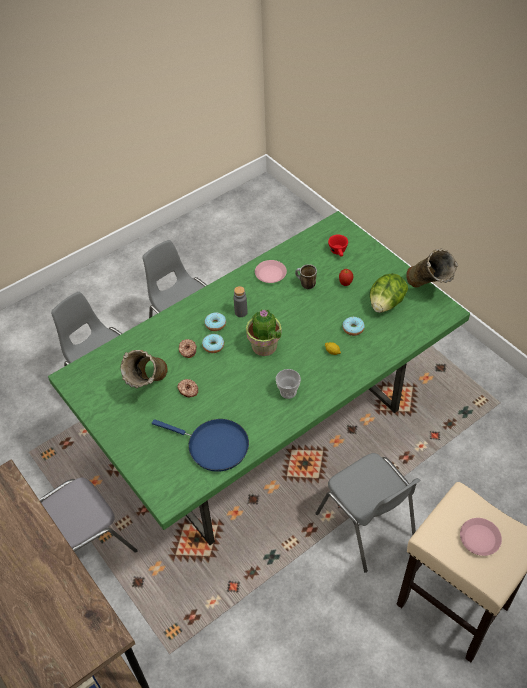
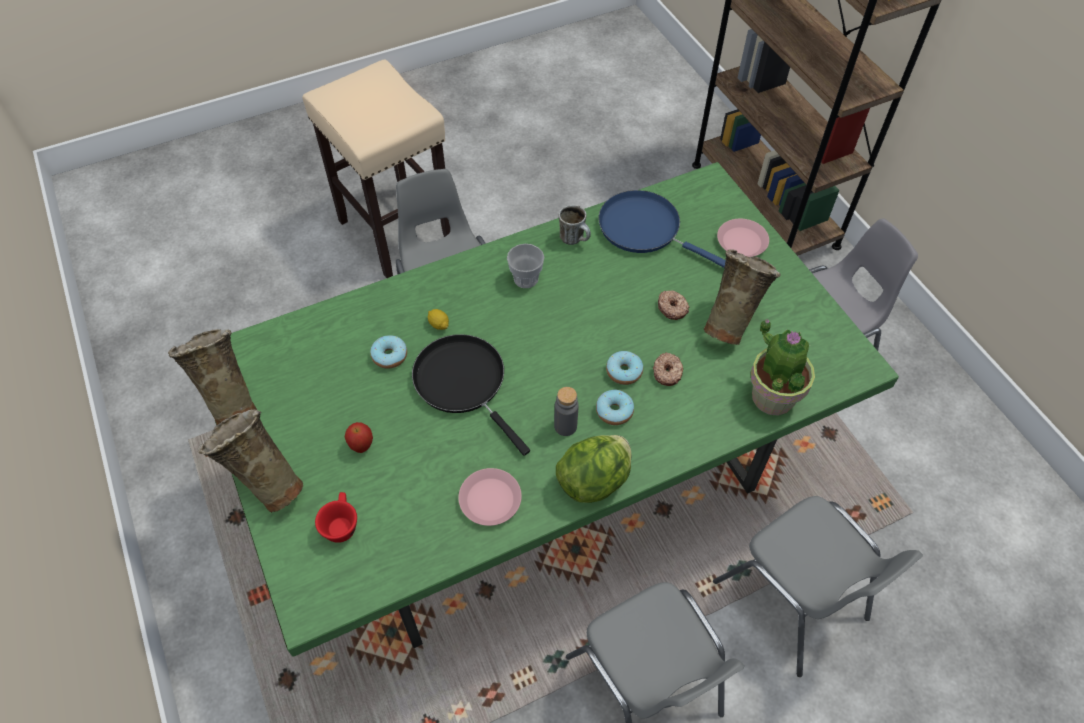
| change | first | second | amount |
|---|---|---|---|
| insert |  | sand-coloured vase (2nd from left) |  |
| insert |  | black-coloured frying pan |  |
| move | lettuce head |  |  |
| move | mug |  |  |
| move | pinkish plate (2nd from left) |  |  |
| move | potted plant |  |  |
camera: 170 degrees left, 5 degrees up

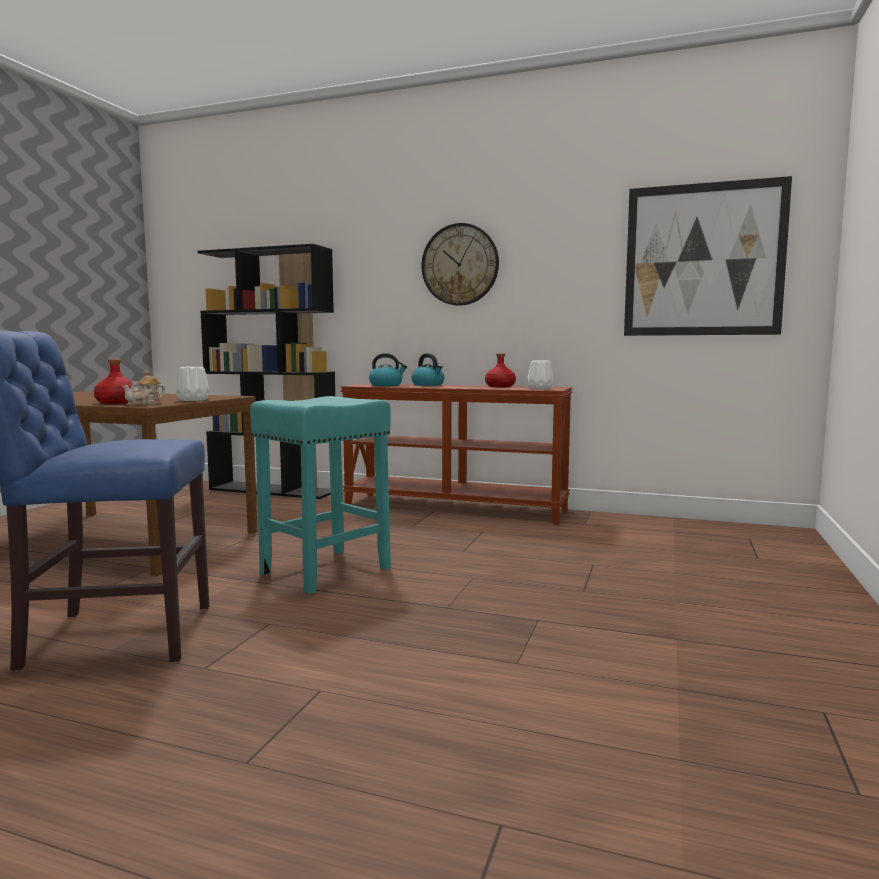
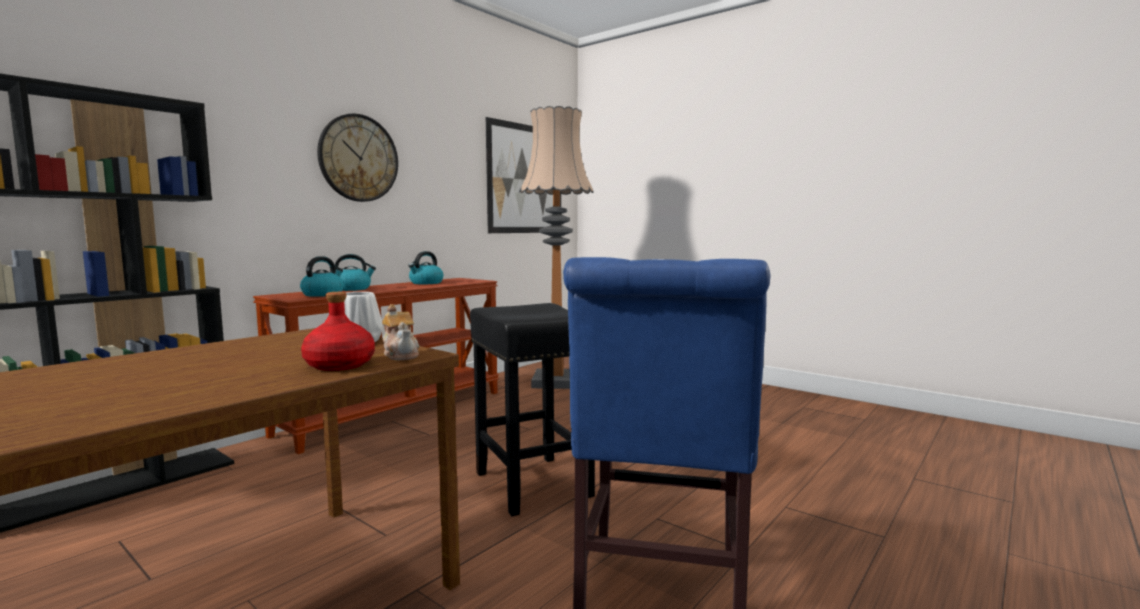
| change | first | second | amount |
|---|---|---|---|
| replace | reddish bottle (2nd from left) | water kettle (3rd from left) |  |
| recolor | blue-green sitting stool | black-coloured sitting stool |  |
| insert |  | floor lamp |  |
| delete | white-coloured vase (2nd from left) |  |  |
camera: 70 degrees left, 0 degrees up

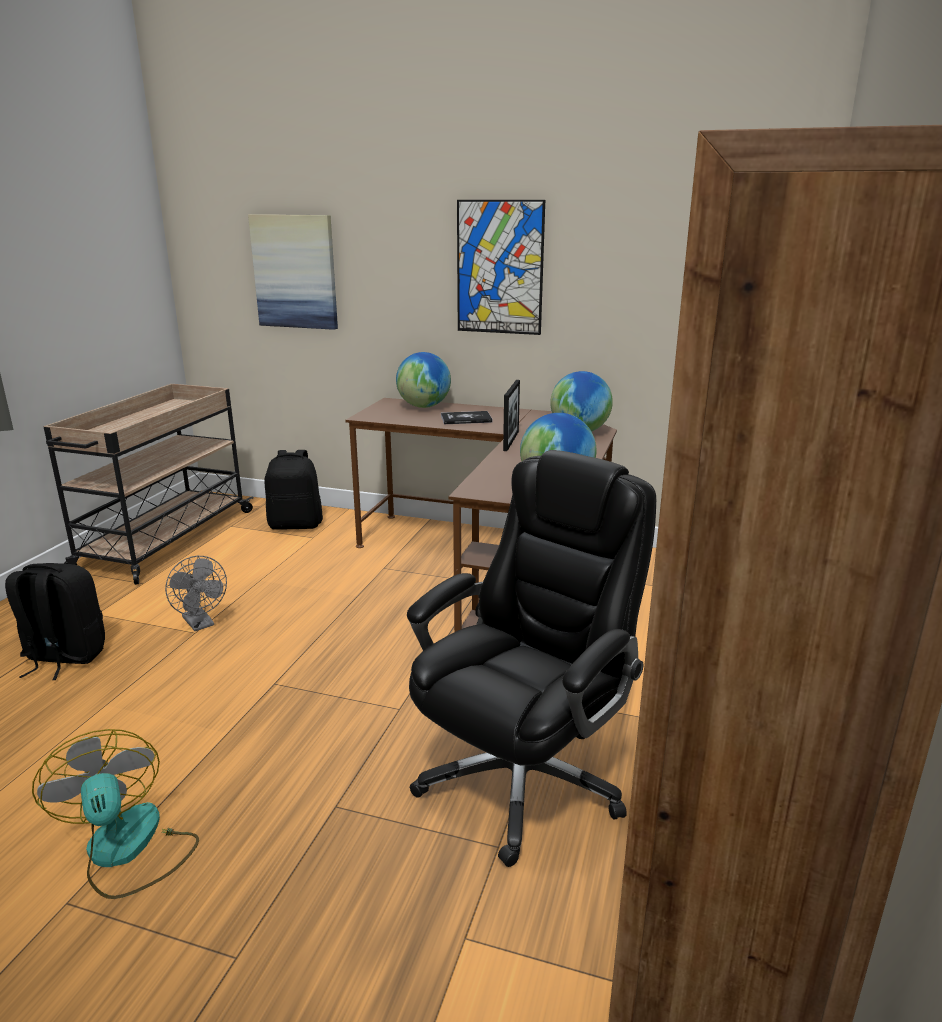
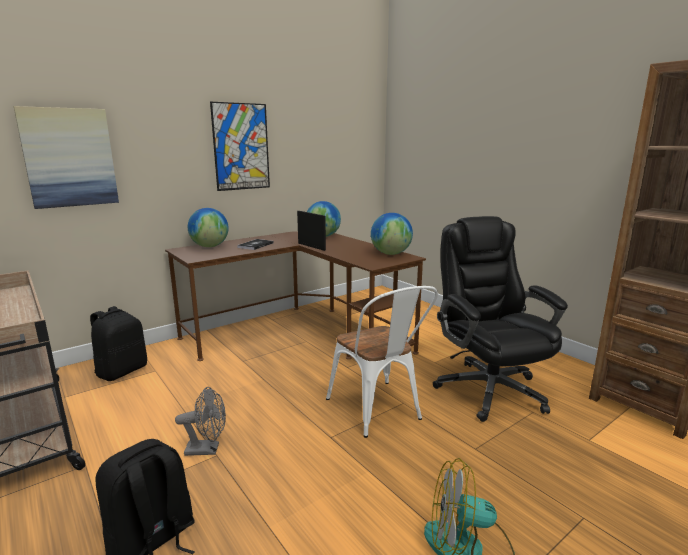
| change | first | second | amount |
|---|---|---|---|
| insert |  | white-coloured upright chair |  |
camera: 55 degrees left, 5 degrees down

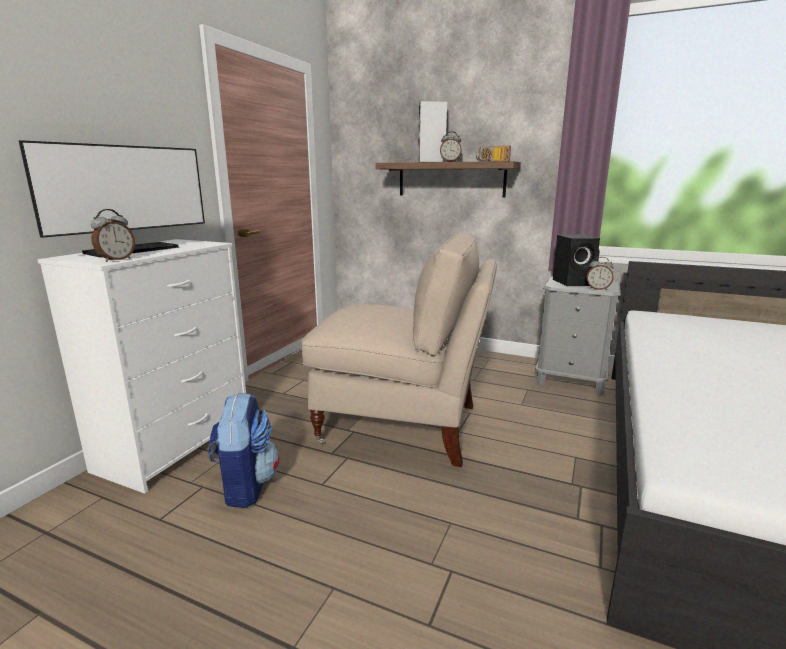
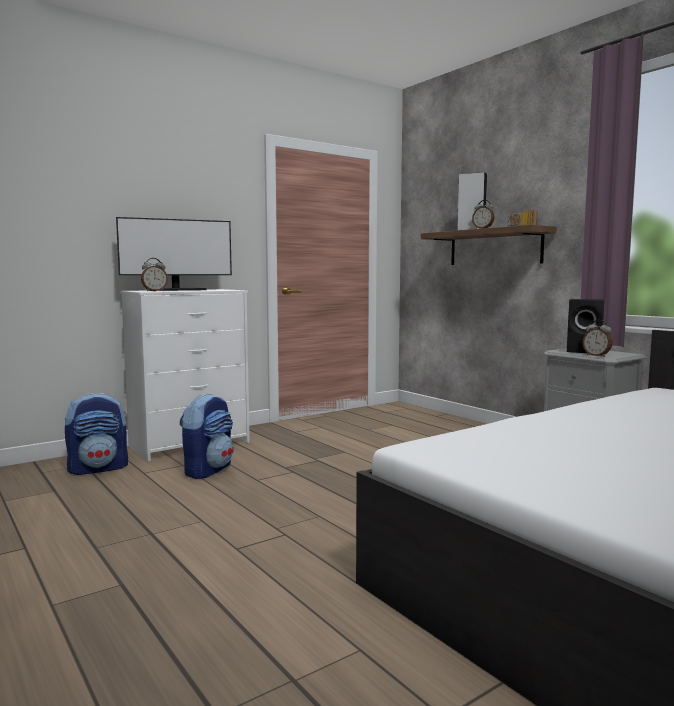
| change | first | second | amount |
|---|---|---|---|
| insert |  | backpack (1st from left) |  |
| delete | sand-coloured upright chair |  |  |
camera: 30 degrees right, 10 degrees down

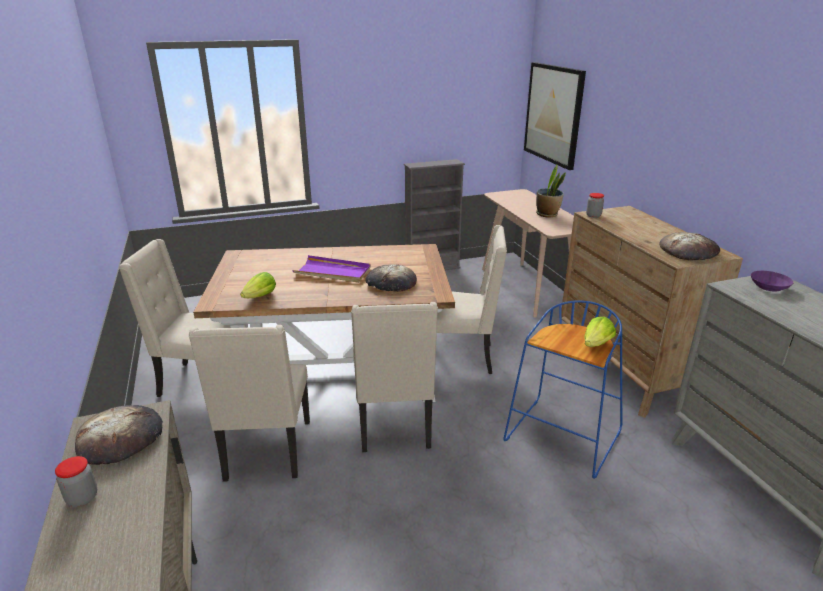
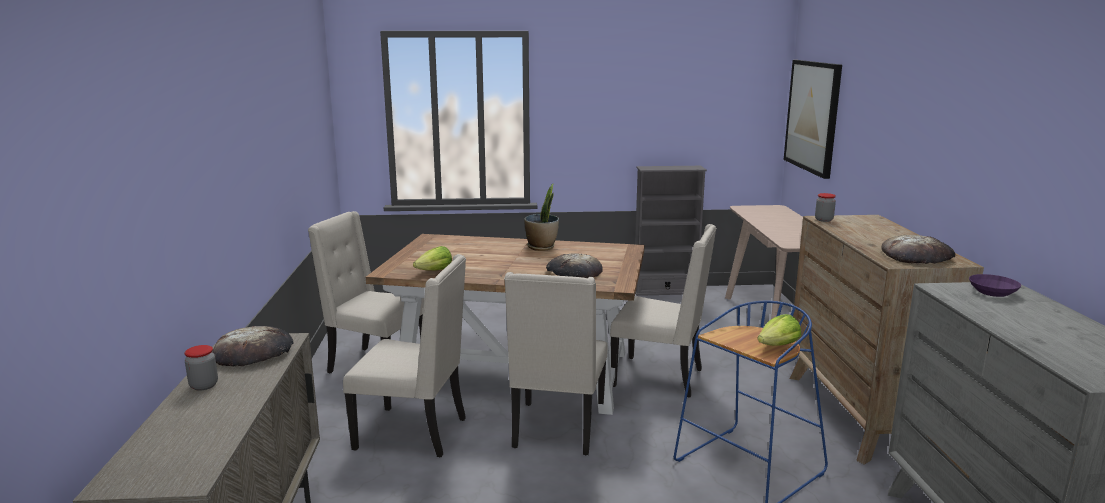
| change | first | second | amount |
|---|---|---|---|
| rotate | sand-coloured upright chair (2nd from left) |  | 90 degrees counterclockwise |
| move | potted plant |  |  |
| delete | purple-coloured carrying tray |  |  |
camera: 15 degrees right, 10 degrees down

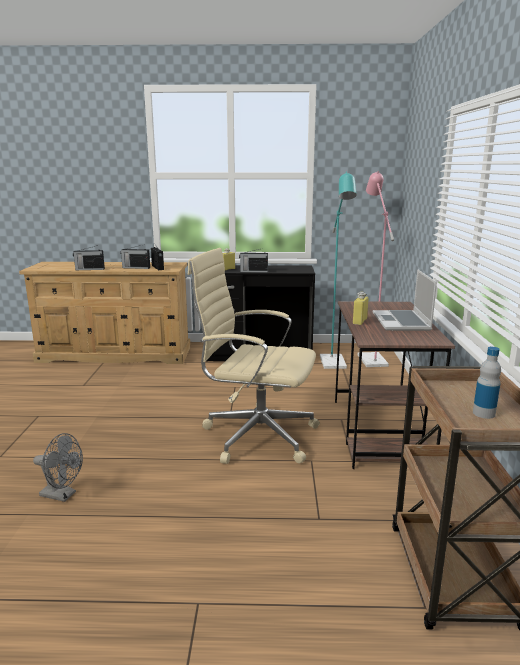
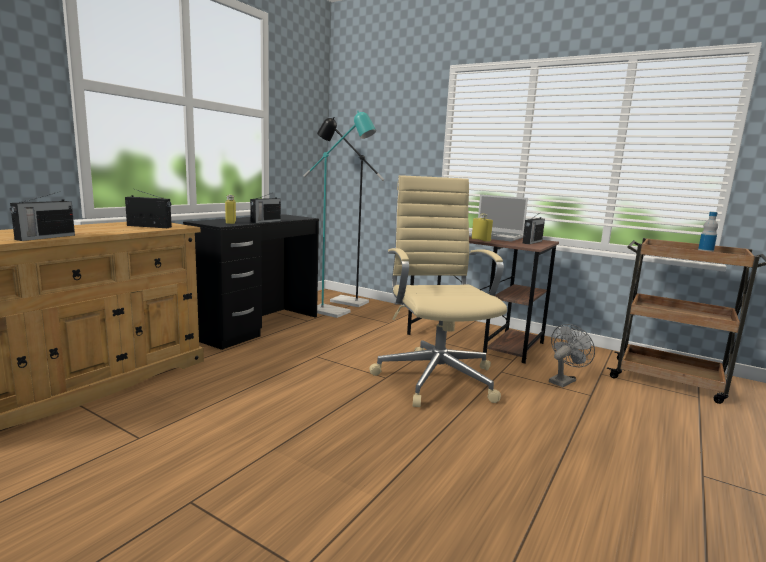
| change | first | second | amount |
|---|---|---|---|
| recolor | pinkish floor lamp | black-coloured floor lamp |  |
| rotate | sand-coloured desk chair |  | 120 degrees clockwise |
| move | radio receiver (2nd from left in the first image) | radio receiver (4th from left) |  |
| move | greyish cooling fan |  |  |
camera: 60 degrees left, 5 degrees down

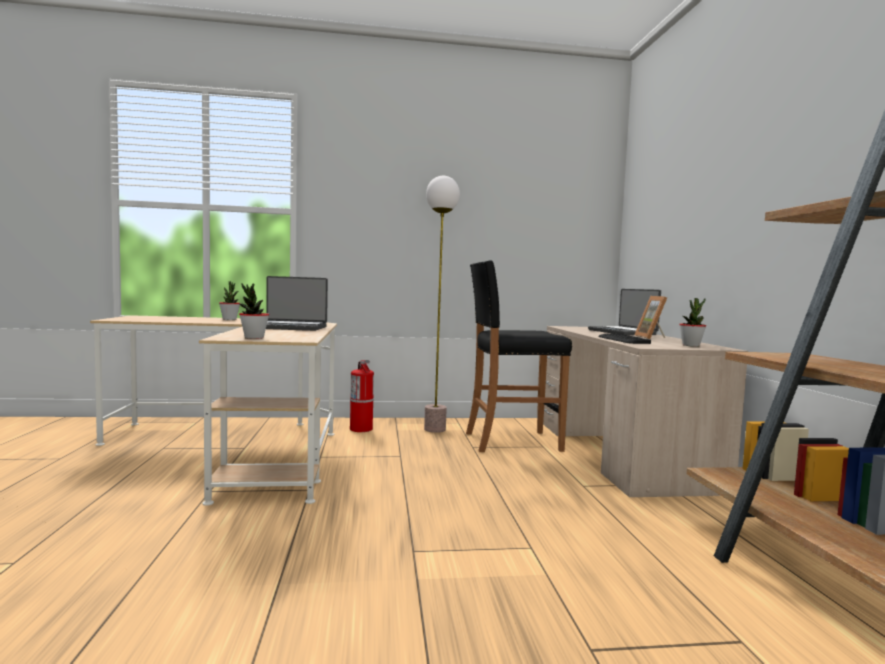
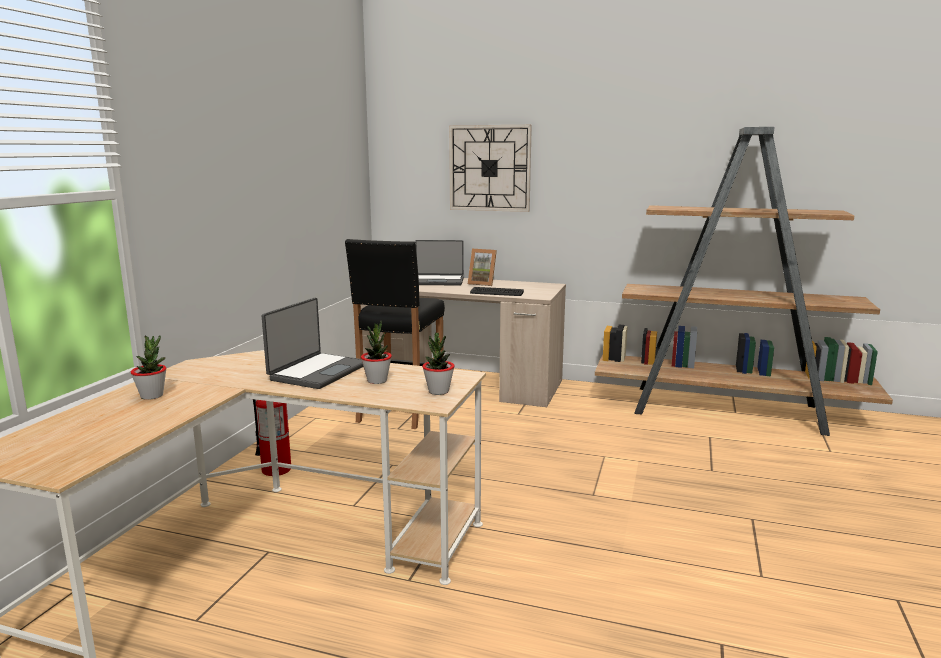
| change | first | second | amount |
|---|---|---|---|
| move | potted plant (3rd from left in the first image) | potted plant (2nd from left) |  |
| insert |  | wall clock |  |
| delete | floor lamp |  |  |
camera: 65 degrees left, 10 degrees up

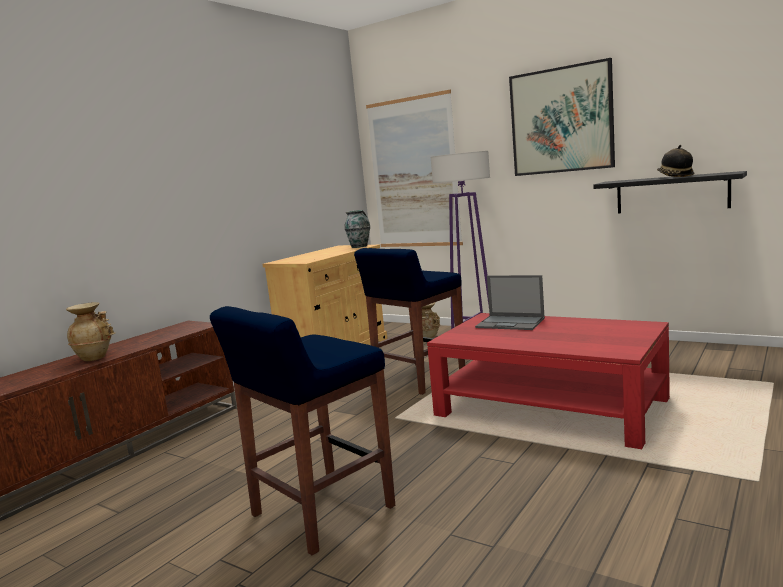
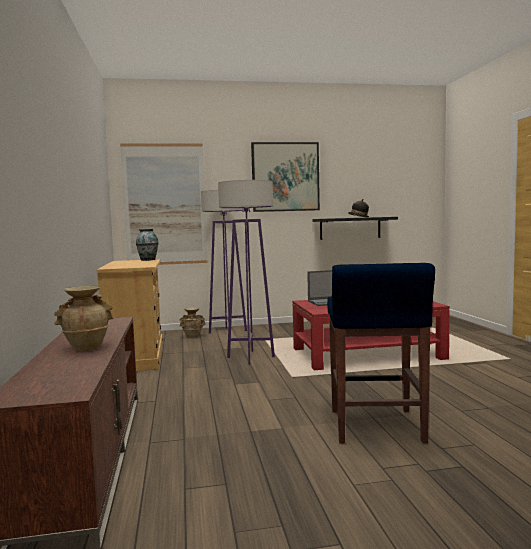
| change | first | second | amount |
|---|---|---|---|
| replace | bluish sitting stool (2nd from left) | purple-coloured floor lamp (2nd from left) |  |
camera: 45 degrees left, 5 degrees down

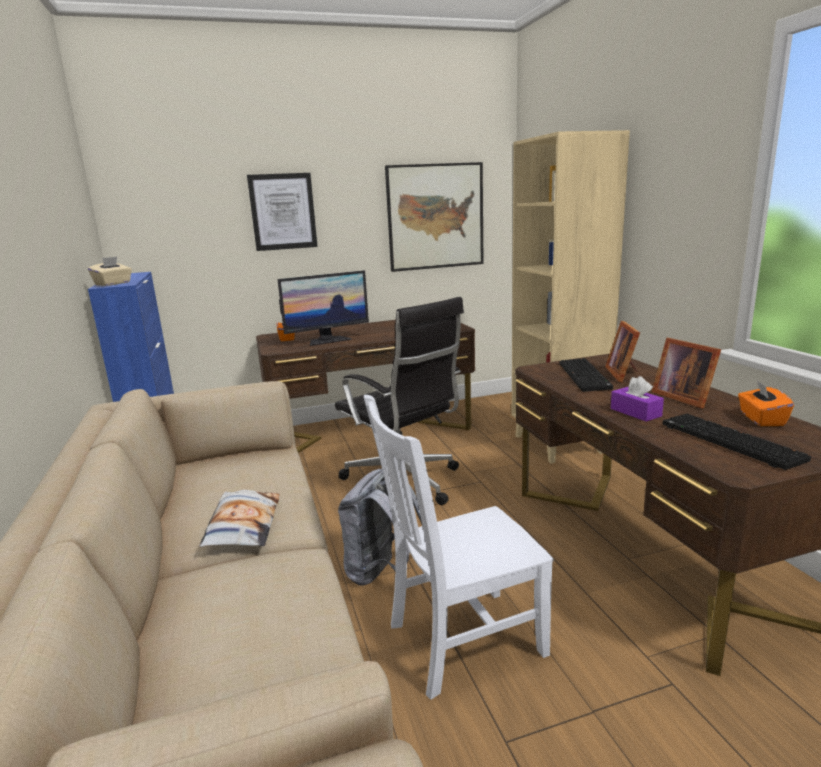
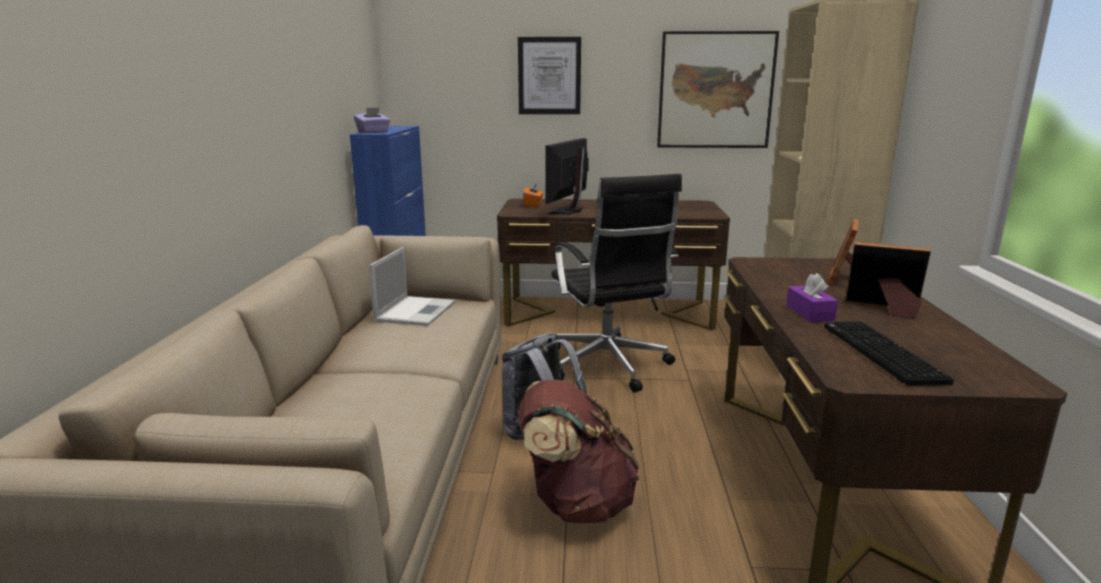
| change | first | second | amount |
|---|---|---|---|
| recolor | sand-coloured tissue box | purple-coloured tissue box (1st from left) |  |
| insert |  | notebook computer |  |
| replace | white-coloured upright chair | brownish backpack |  |
| rotate | monitor |  | 120 degrees clockwise |
| rotate | standing frame (2nd from left) |  | 120 degrees clockwise |
| delete | pillow |  |  |
| delete | PC keyboard (1st from left) |  |  |
| delete | orangey tissue box (2nd from left) |  |  |
camera: 20 degrees right, 0 degrees up

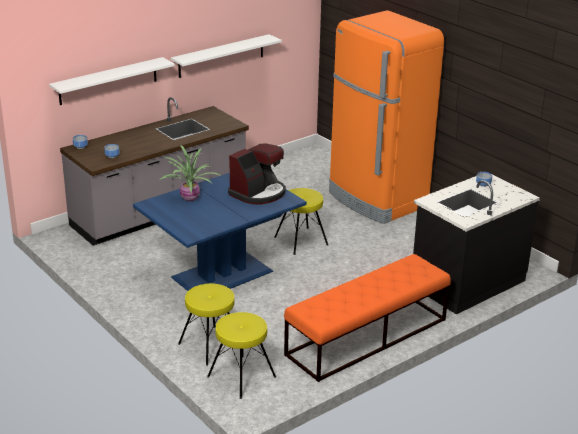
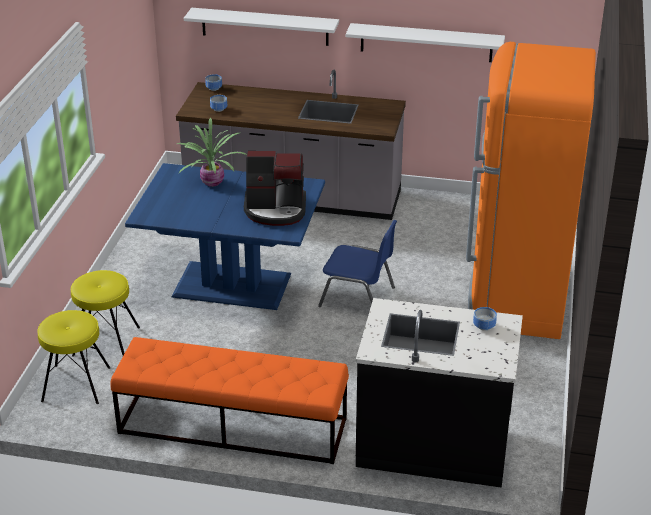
| change | first | second | amount |
|---|---|---|---|
| replace | yellowish sitting stool (3rd from left) | bluish upright chair |  |
camera: 50 degrees right, 5 degrees up

